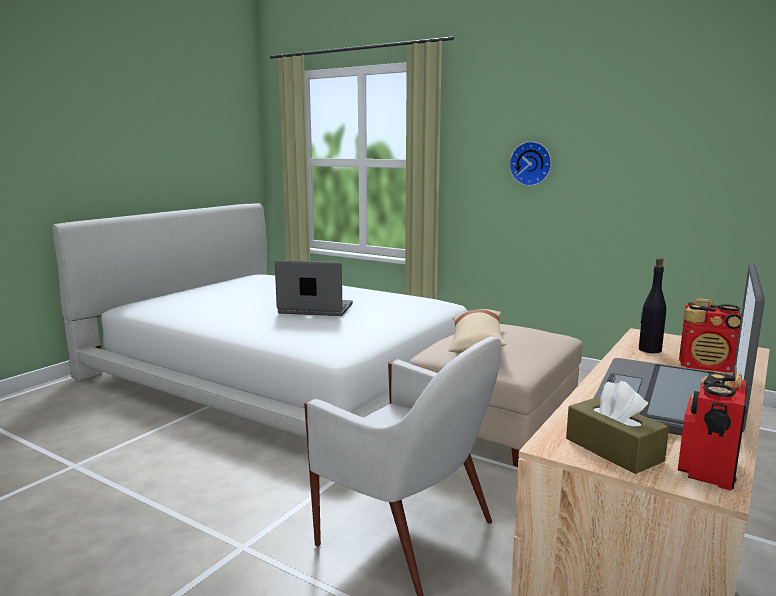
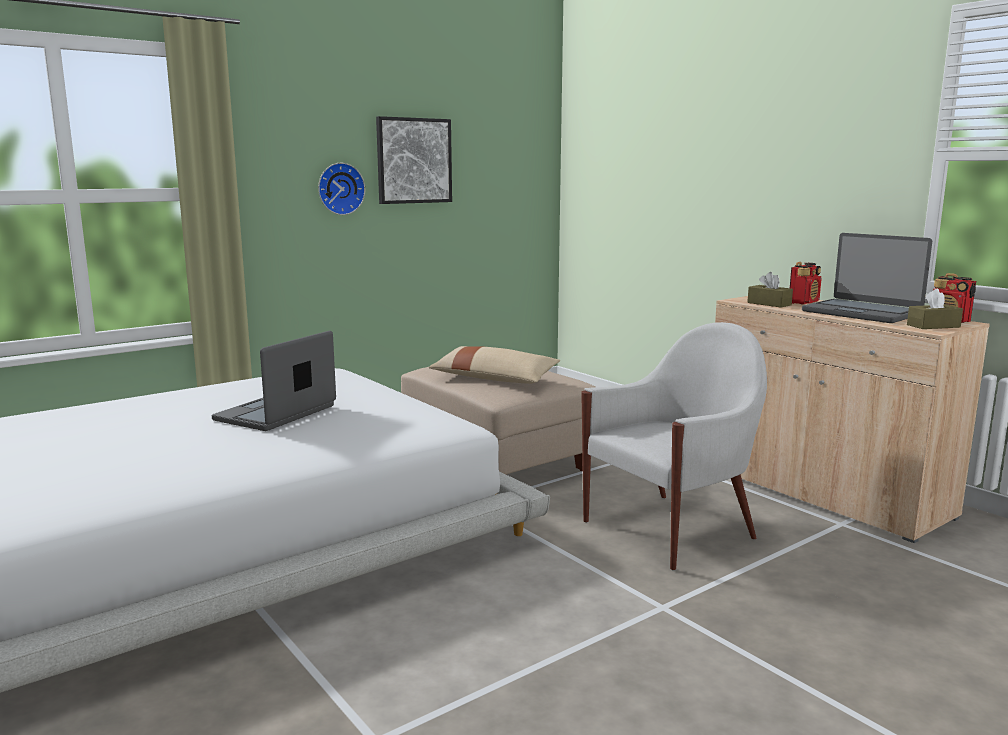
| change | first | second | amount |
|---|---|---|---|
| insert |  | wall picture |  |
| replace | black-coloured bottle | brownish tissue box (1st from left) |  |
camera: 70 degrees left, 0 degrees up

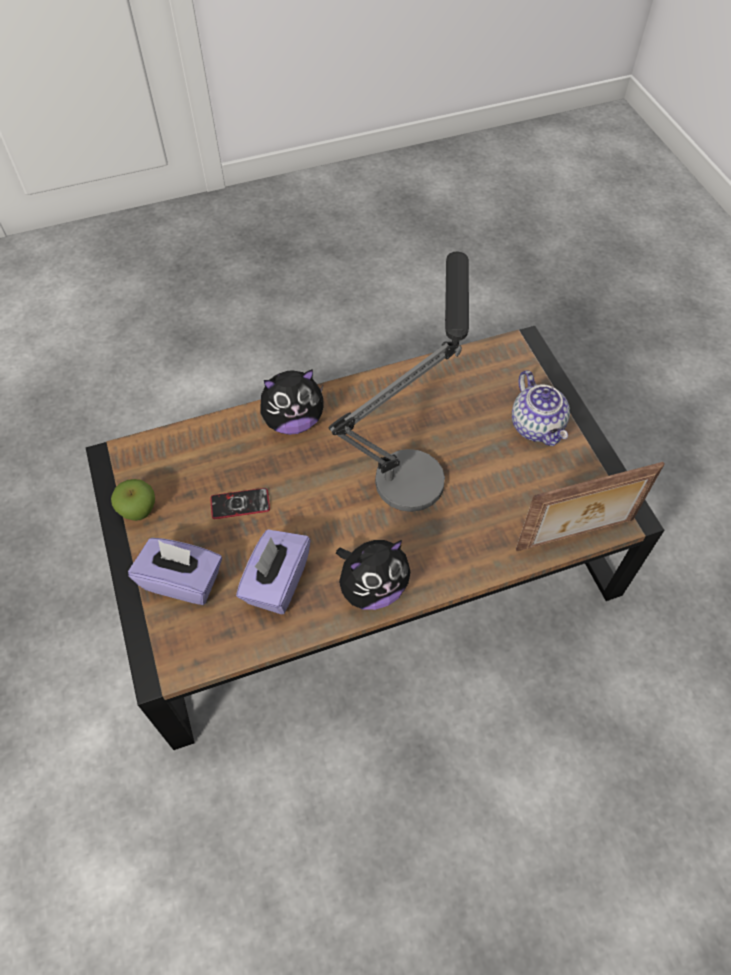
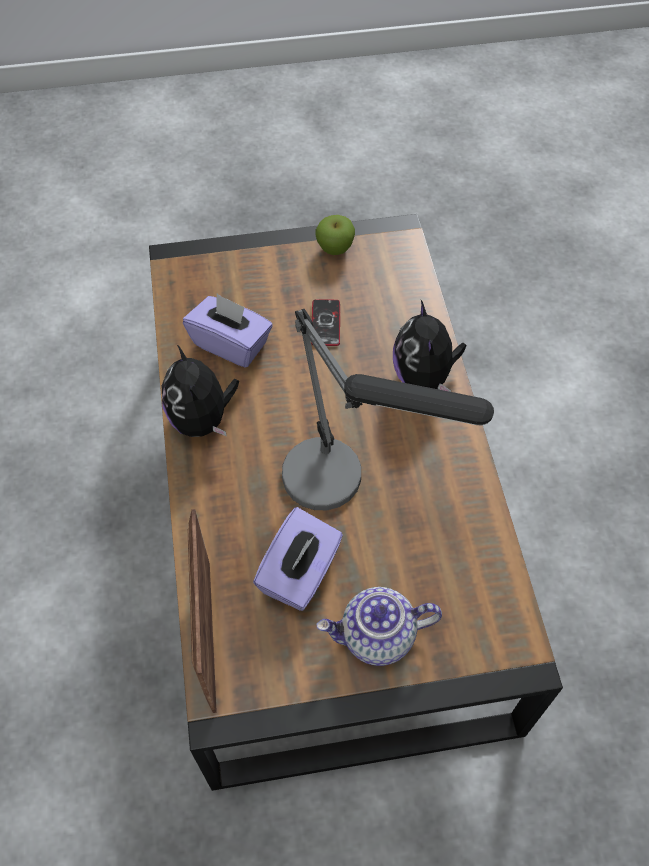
| change | first | second | amount |
|---|---|---|---|
| move | purple-coloured tissue box (1st from left in the first image) | purple-coloured tissue box (2nd from left) |  |
camera: 100 degrees right, 0 degrees up

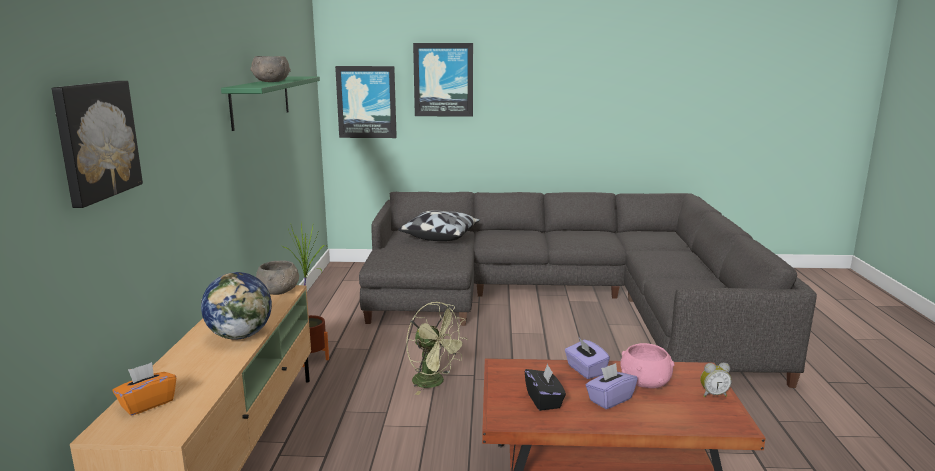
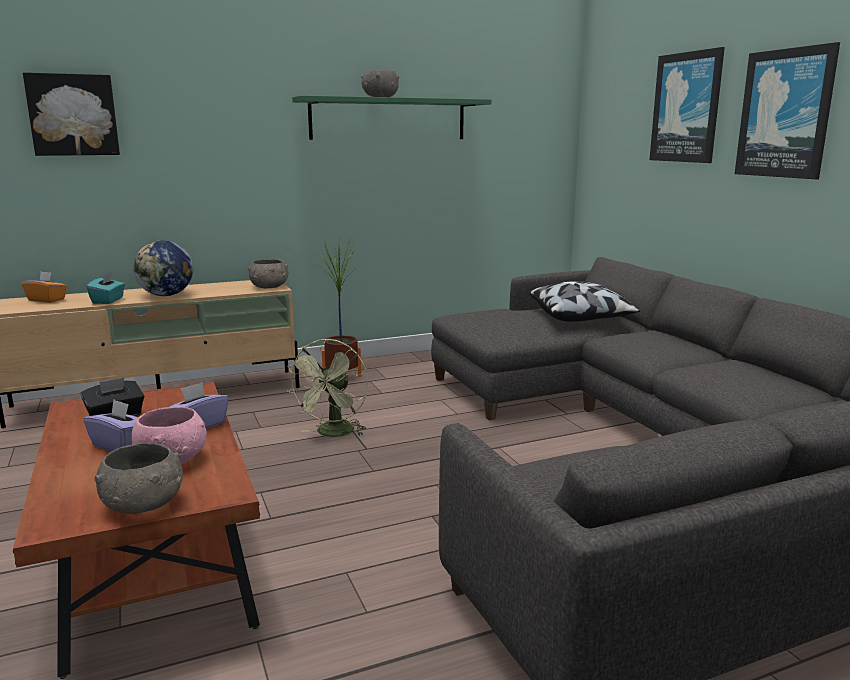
| change | first | second | amount |
|---|---|---|---|
| insert |  | blue-green tissue box |  |
| replace | table clock | greyish bowl (1st from left) |  |
| move | wall picture (2nd from left in the first image) | wall picture (3rd from left) |  |
camera: 65 degrees right, 0 degrees up

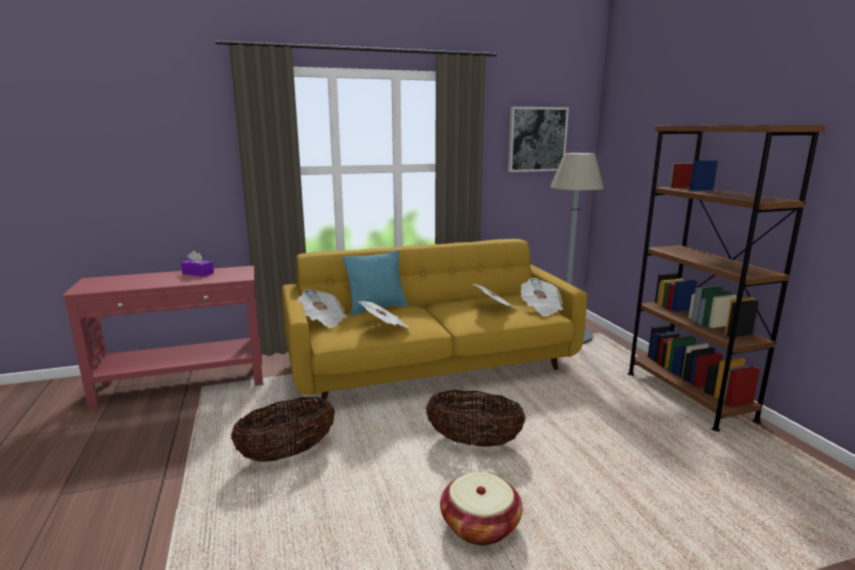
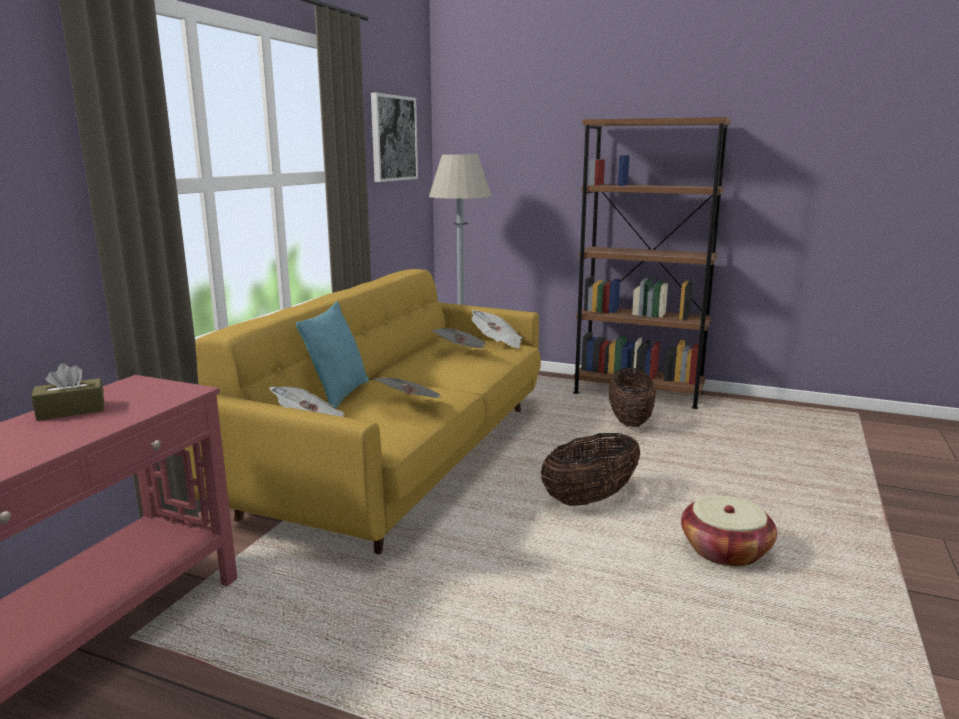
| change | first | second | amount |
|---|---|---|---|
| recolor | purple-coloured tissue box | brownish tissue box |  |
| move | household basket (1st from left in the first image) | household basket (2nd from left) |  |
camera: 50 degrees left, 0 degrees up

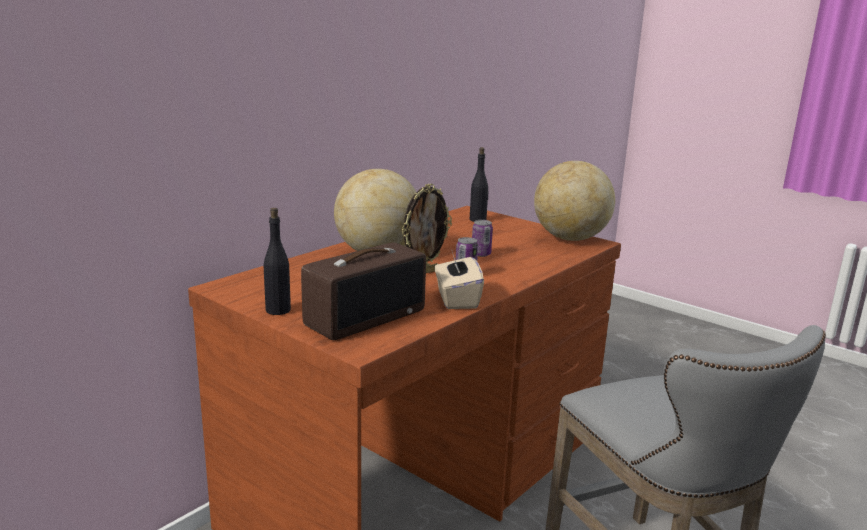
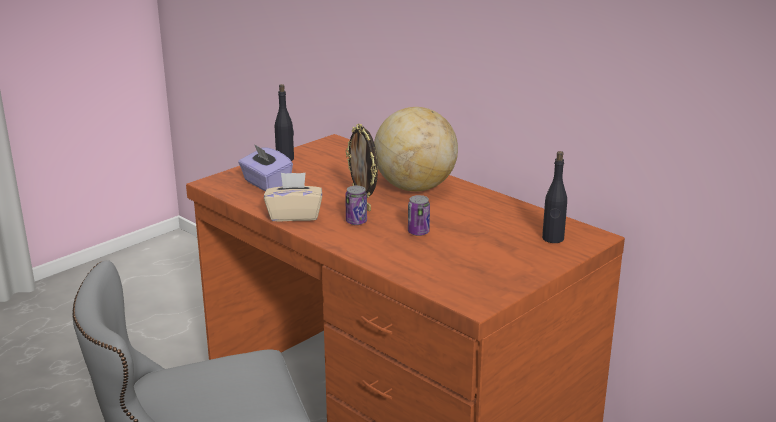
| change | first | second | amount |
|---|---|---|---|
| replace | radio receiver | purple-coloured tissue box |  |
| delete | world globe (2nd from left) |  |  |
camera: 95 degrees right, 5 degrees up

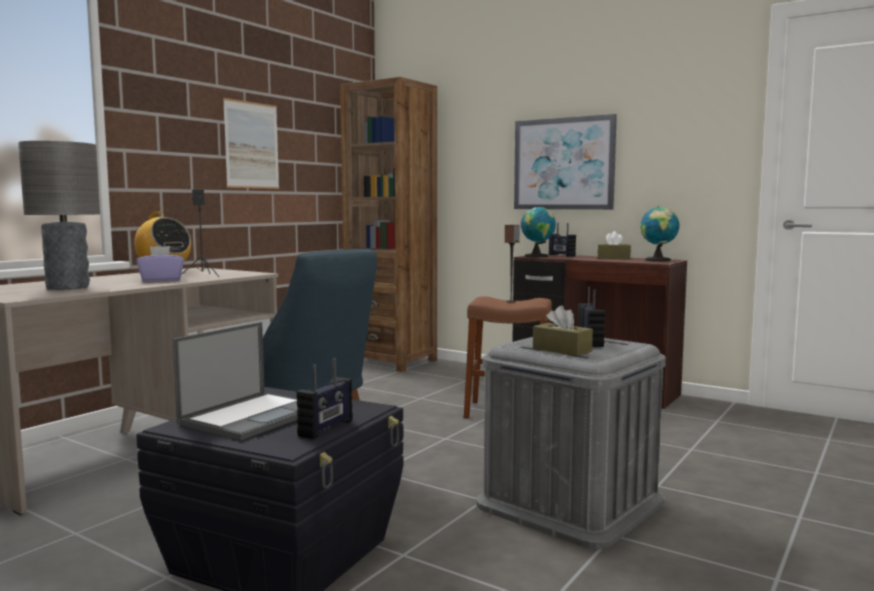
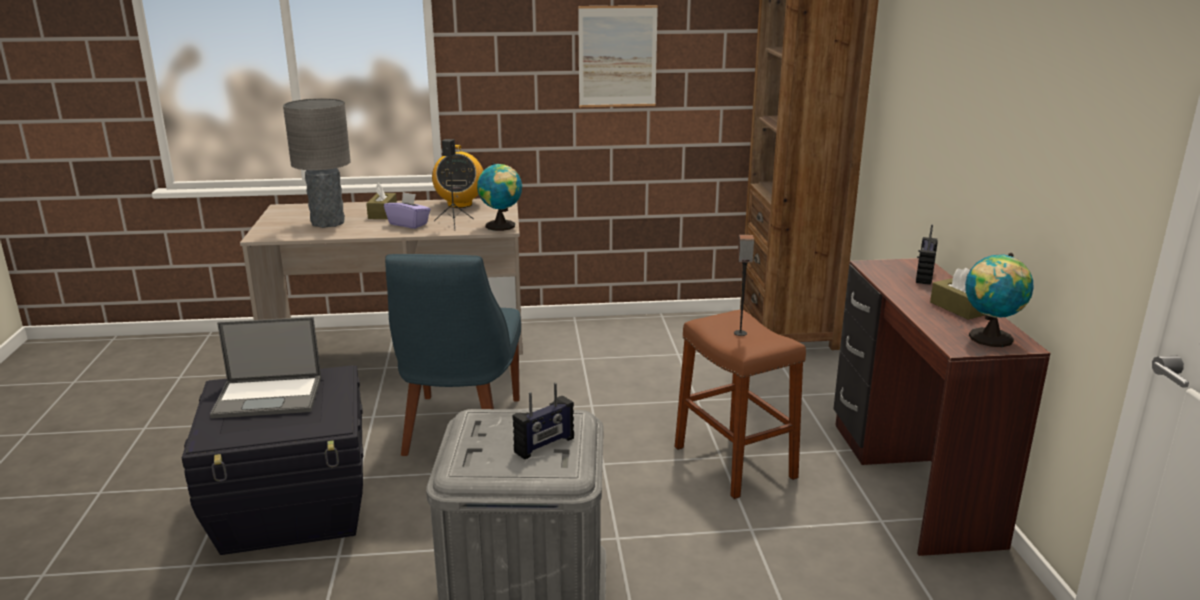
| change | first | second | amount |
|---|---|---|---|
| move | brownish tissue box (1st from left) |  |  |
| move | world globe (1st from left) |  |  |
| delete | radio receiver (2nd from left) |  |  |
| delete | wall picture (2nd from left) |  |  |
camera: 50 degrees right, 15 degrees up

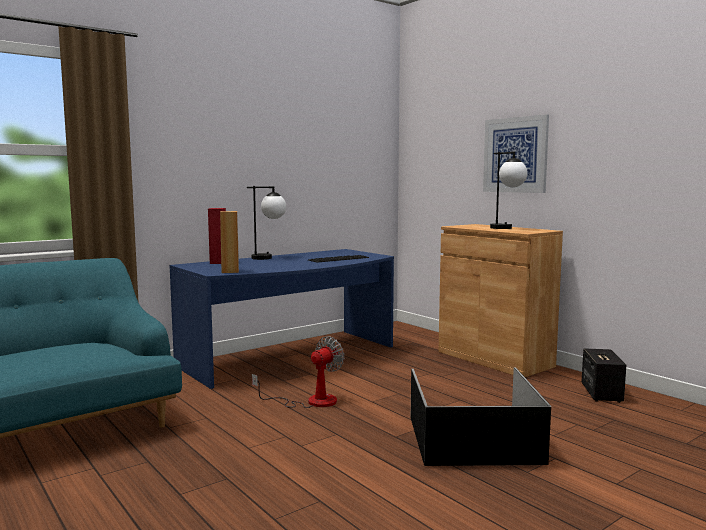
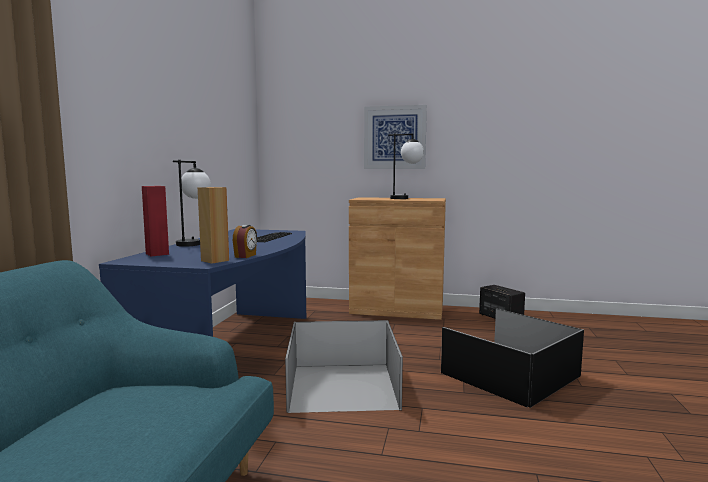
| change | first | second | amount |
|---|---|---|---|
| insert |  | table clock |  |
| replace | cooling fan | black-coloured storage box (1st from left) |  |
camera: 40 degrees left, 0 degrees up

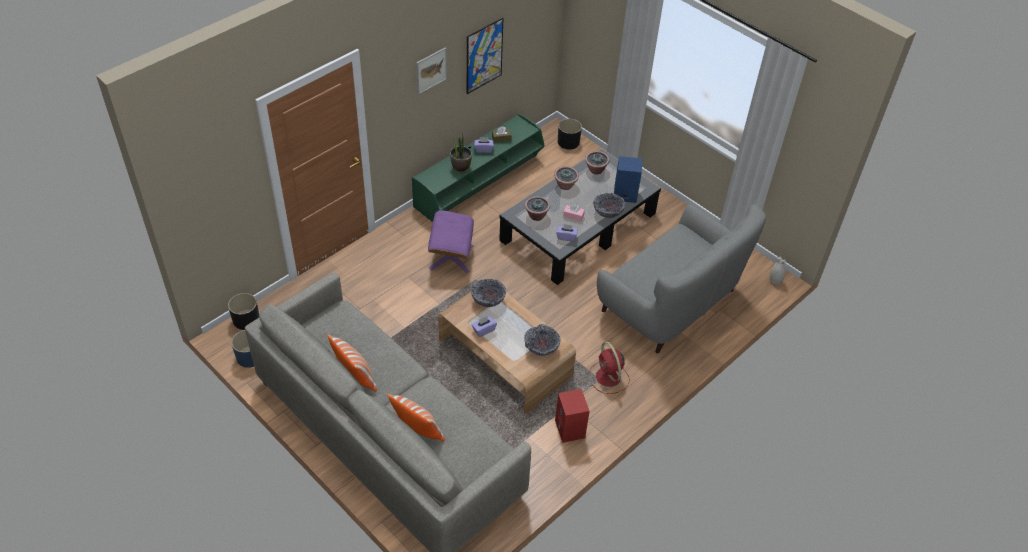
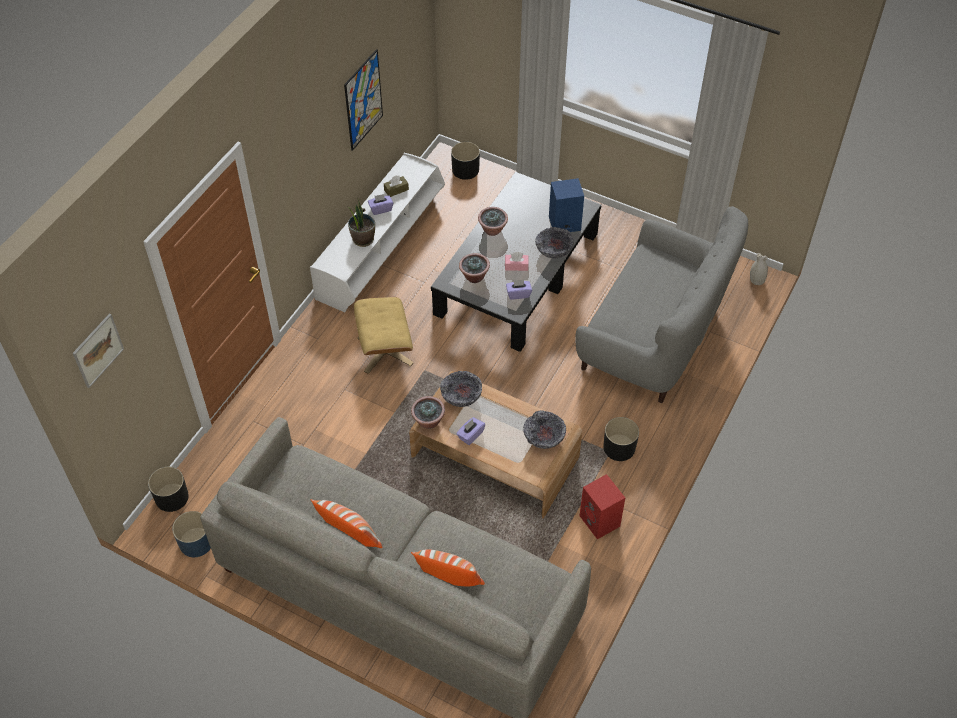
| change | first | second | amount |
|---|---|---|---|
| move | wall picture (1st from left) |  |  |
| recolor | green-coloured tv stand | white-coloured tv stand |  |
| recolor | purple-coloured pouffe | sand-coloured pouffe |  |
| move | potted plant (4th from left in the first image) | potted plant (2nd from left) |  |
| replace | reddish cooling fan | black-coloured flower pot (3rd from left) |  |
camera: 15 degrees left, 5 degrees up

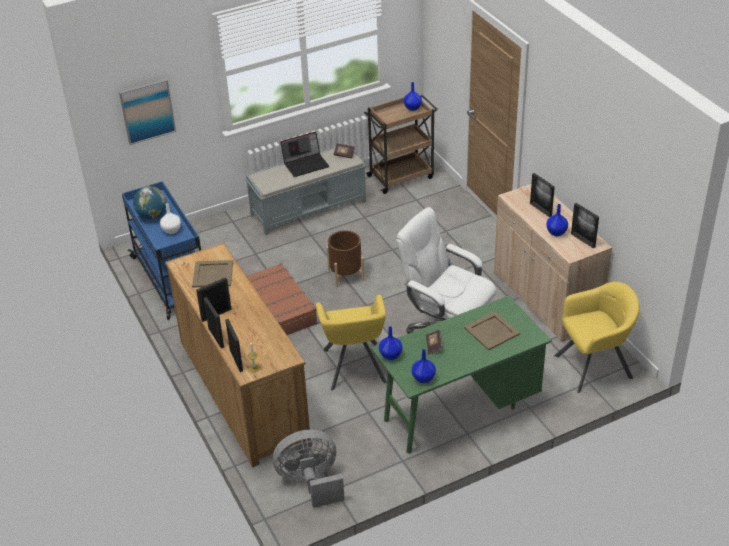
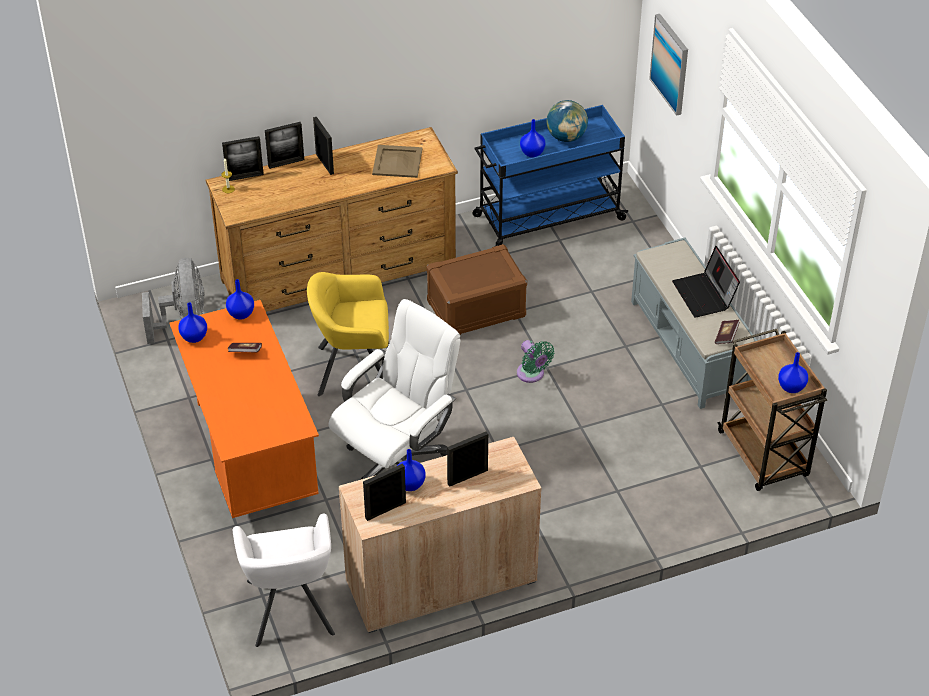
| change | first | second | amount |
|---|---|---|---|
| recolor | green-coloured desk | orangey desk |  |
| recolor | yellowish armchair (2nd from left) | white-coloured armchair |  |
| replace | brownish suitcase | brownish storage box |  |
| replace | brownish flower pot | green-coloured cooling fan |  |
| recolor | white-coloured vase | bluish vase (4th from left) |  |
| delete | sand-coloured carrying tray (2nd from left) |  |  |
camera: 95 degrees right, 5 degrees up

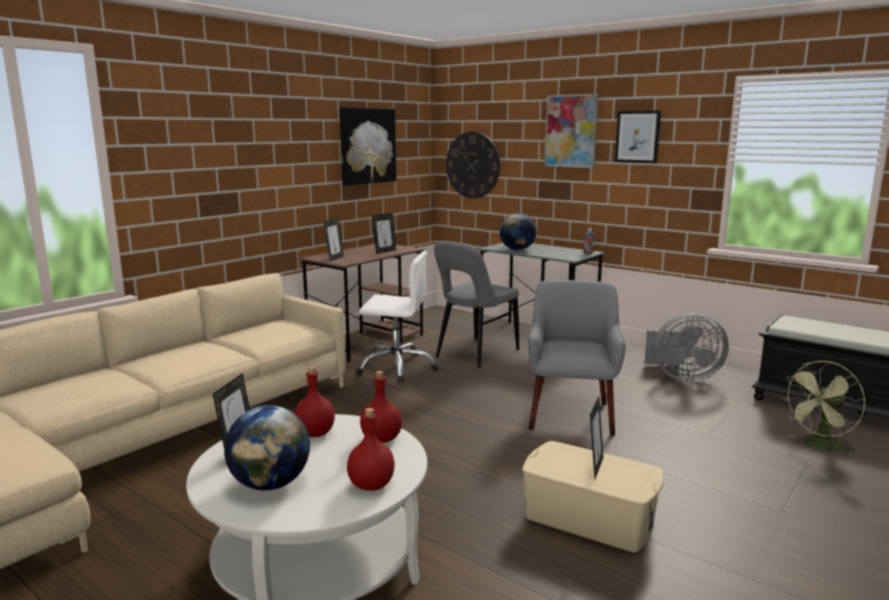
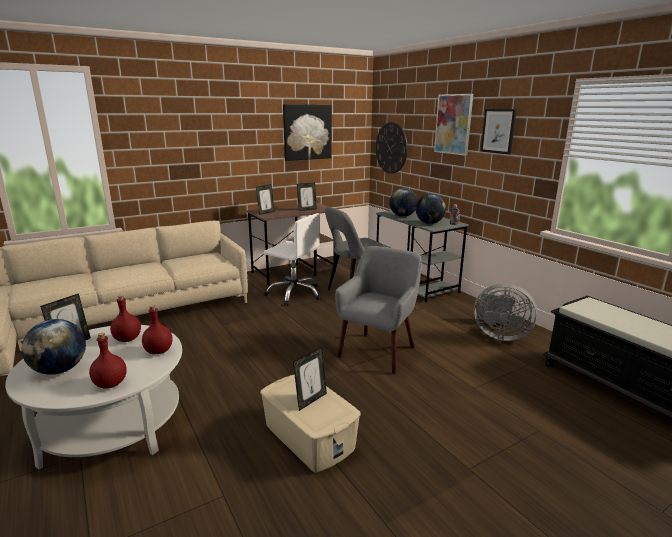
| change | first | second | amount |
|---|---|---|---|
| insert |  | world globe (3rd from left) |  |
| delete | green-coloured cooling fan |  |  |
camera: 20 degrees right, 5 degrees up

